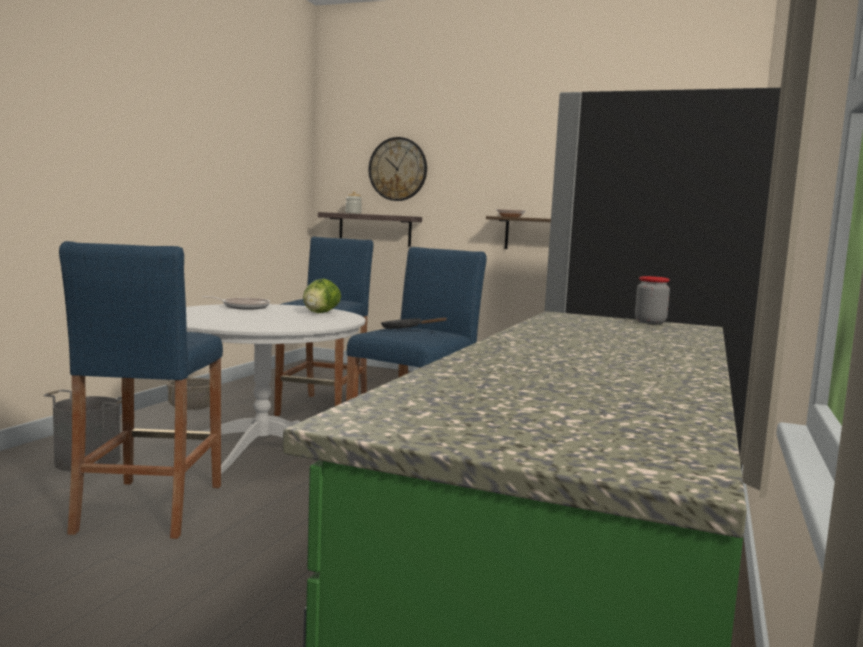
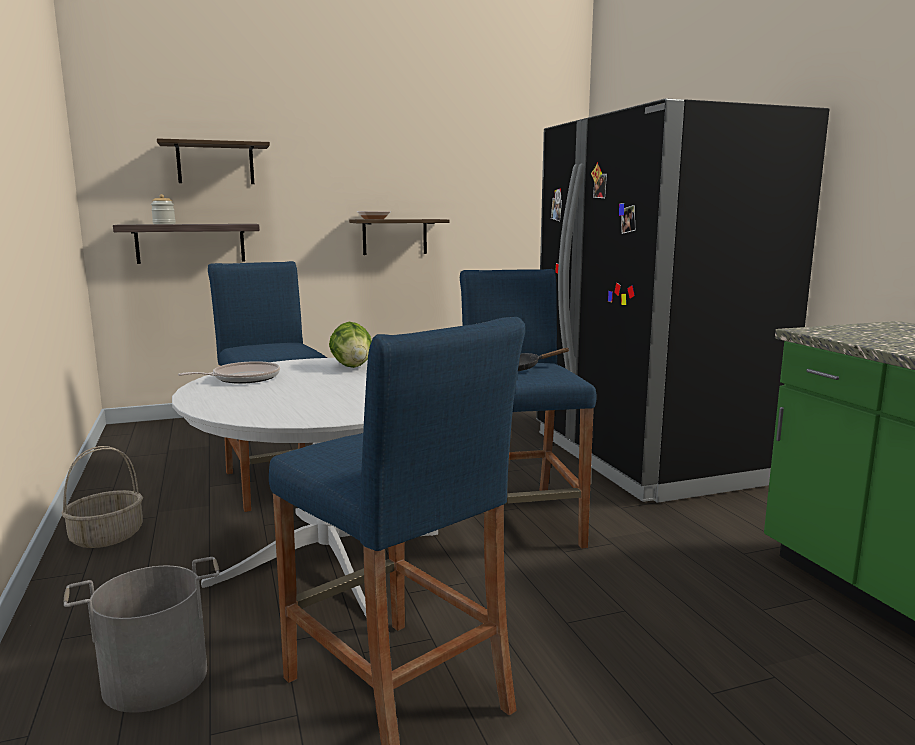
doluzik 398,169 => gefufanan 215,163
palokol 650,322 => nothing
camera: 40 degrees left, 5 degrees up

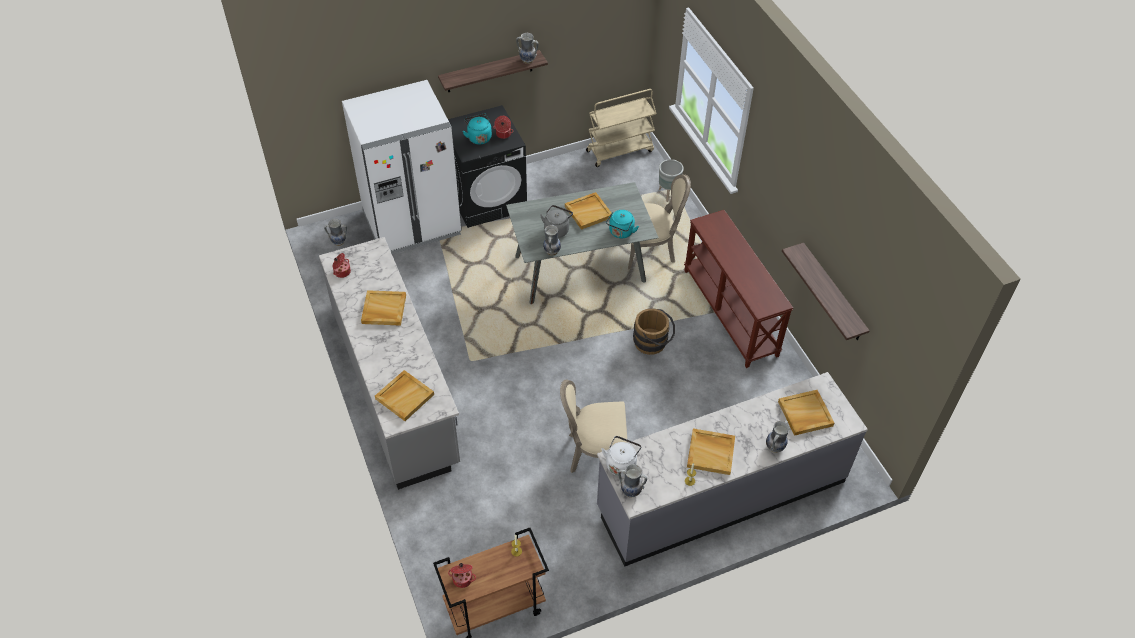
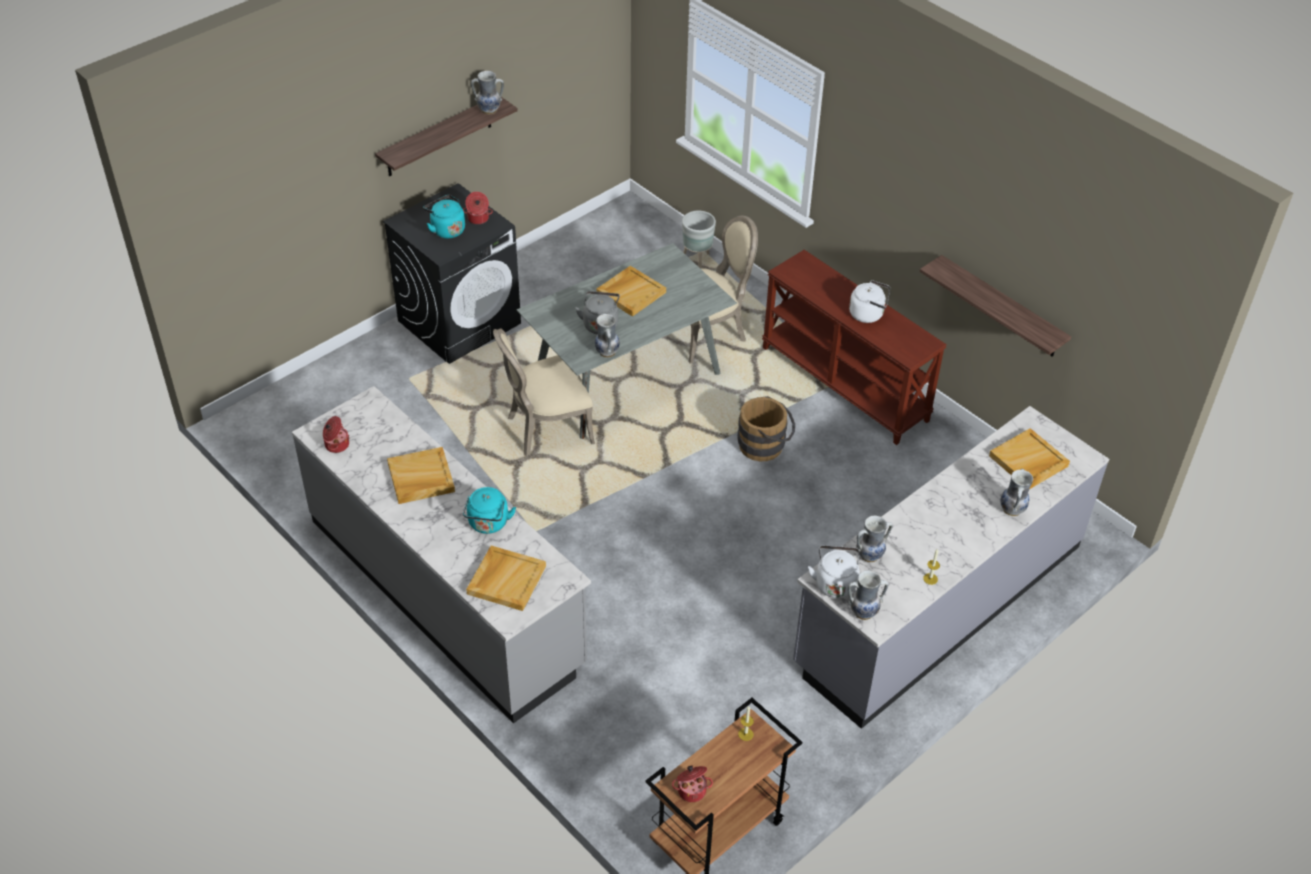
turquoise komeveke 621,233 => turquoise komeveke 488,524, shifted
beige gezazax 594,452 => beige gezazax 546,429, shifted
nothing => white komeveke 868,314
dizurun 339,242 => dizurun 869,556, shifted
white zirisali 412,223 => nothing
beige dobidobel 620,151 => nothing
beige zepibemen 711,452 => nothing
camera: 20 degrees left, 5 degrees down

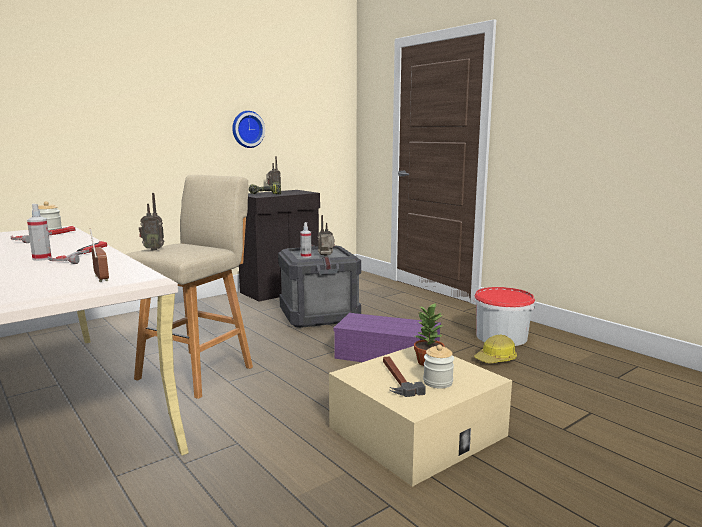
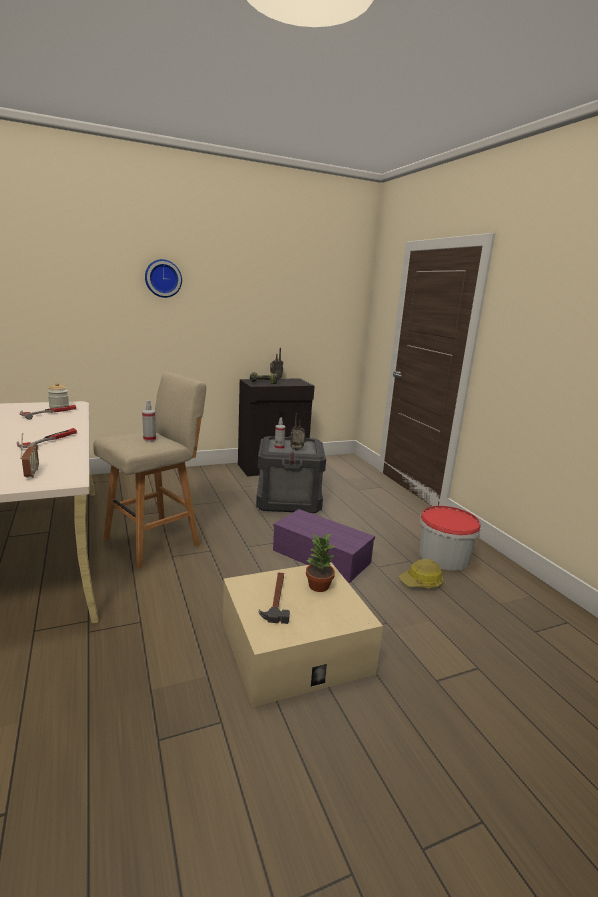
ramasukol 42,258 => ramasukol 149,439, shifted
doluzik 247,129 => doluzik 163,278, shifted
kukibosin 153,249 => nothing
palokol 438,382 => nothing
camera: 15 degrees right, 5 degrees up

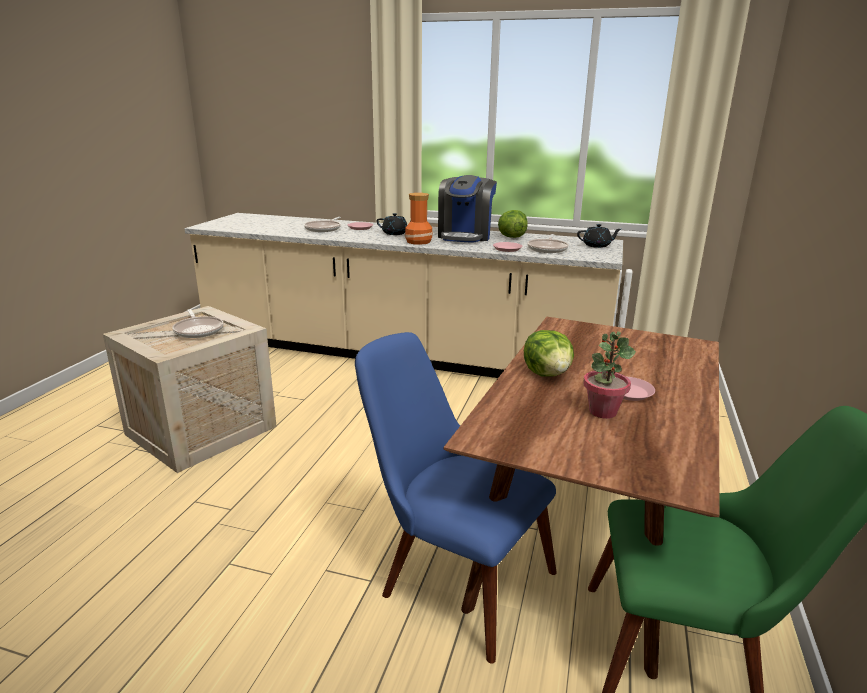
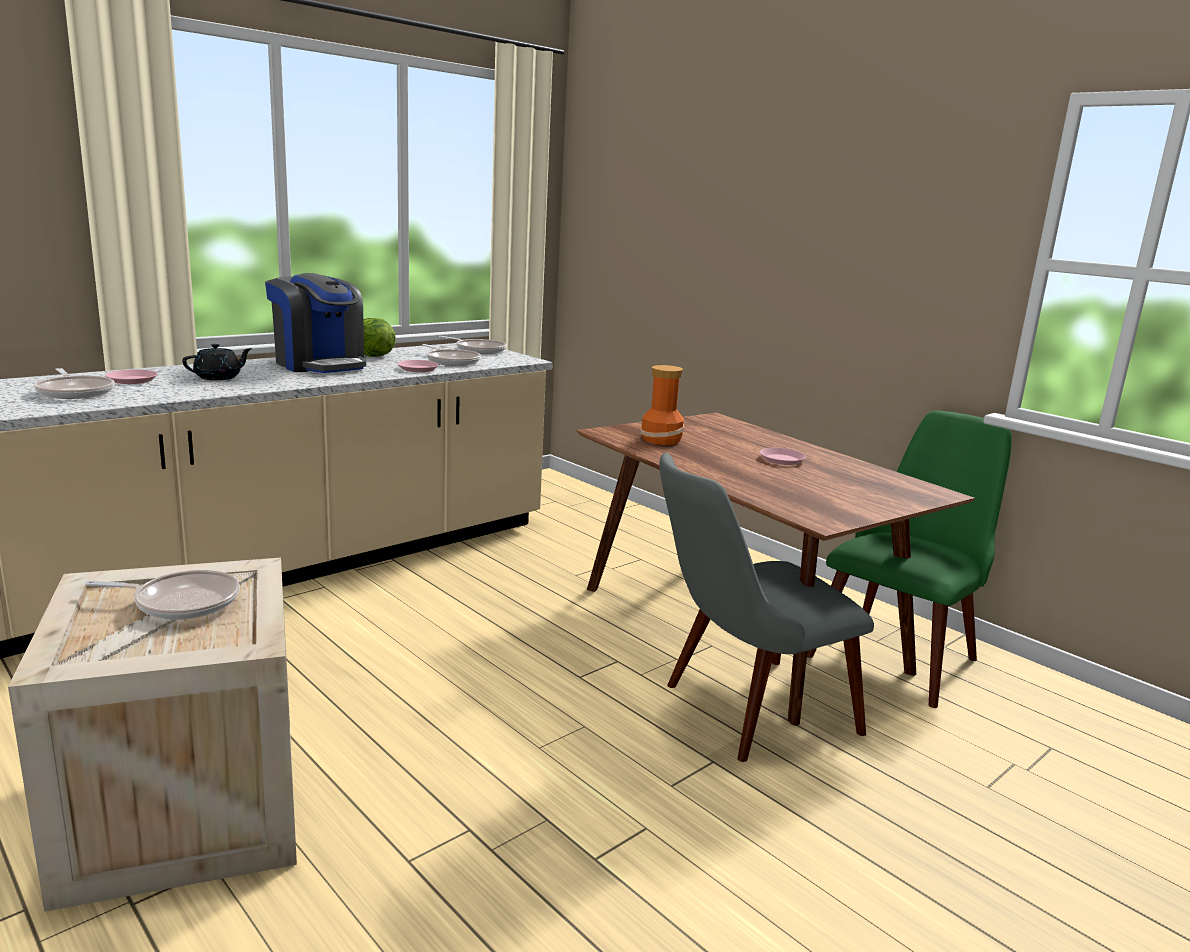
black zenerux 597,245 => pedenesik 478,350
dizurun 419,242 => dizurun 662,440, shifted
blue gezazax 450,575 => grey gezazax 740,712
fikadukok 547,374 => nothing
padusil 602,411 => nothing
camera: 60 degrees left, 5 degrees down

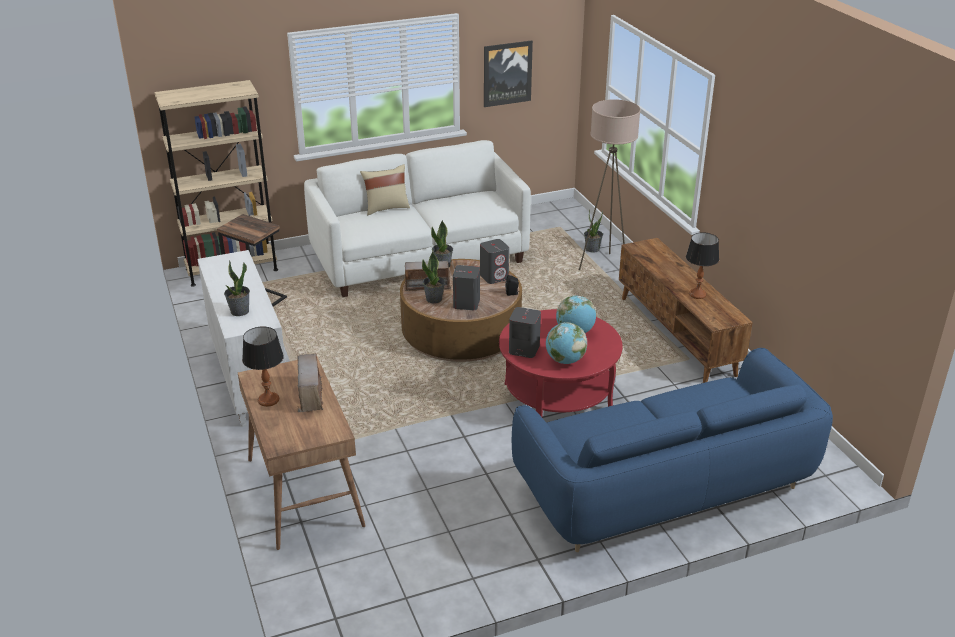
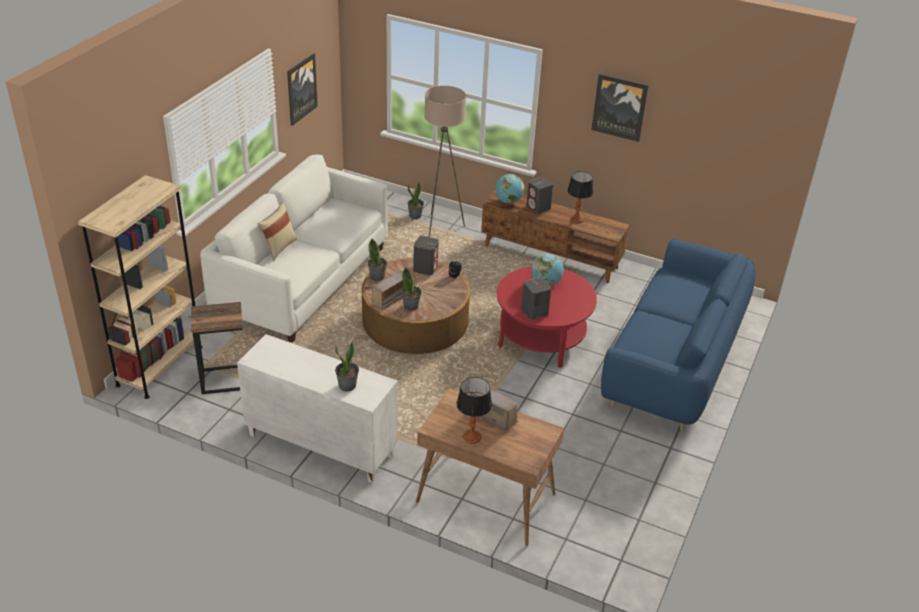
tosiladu 565,360 => tosiladu 508,201, shifted
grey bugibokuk 466,304 => grey bugibokuk 538,207, shifted
nothing => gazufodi 619,107
camera: 45 degrees left, 5 degrees up

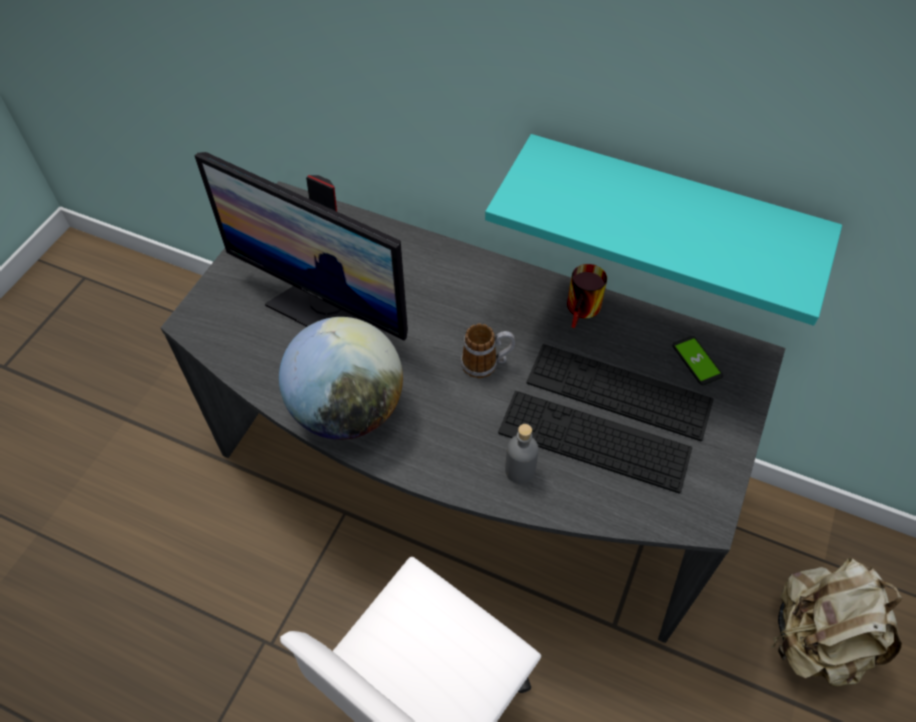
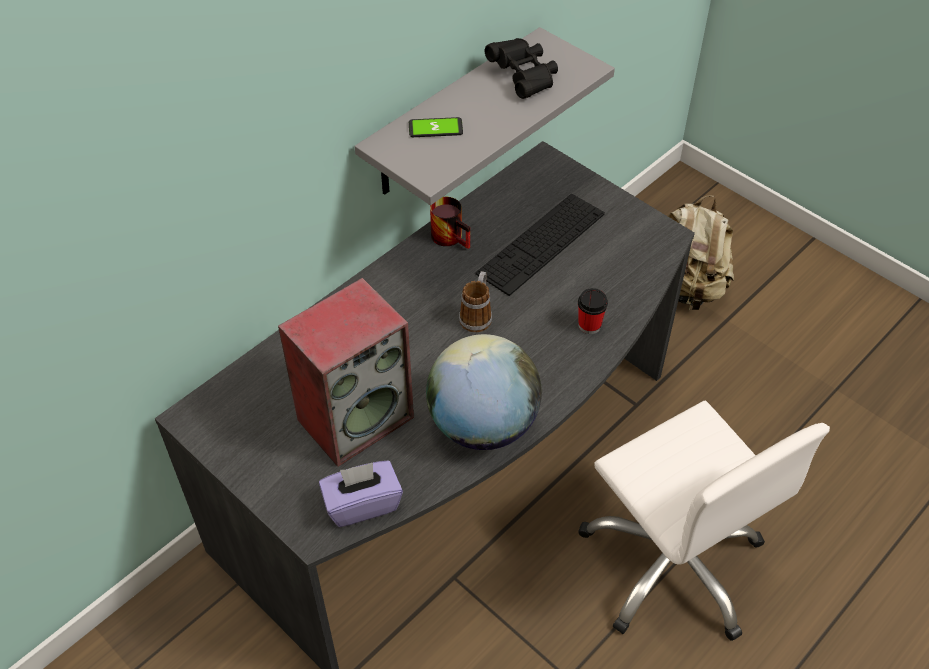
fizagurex 323,308 => bugibokuk 356,417
nothing => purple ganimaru 362,504
turquoise gefufanan 669,211 => grey gefufanan 452,115
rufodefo 697,361 => rufodefo 435,128, shifted
nothing => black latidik 524,77
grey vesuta 520,470 => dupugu 589,325
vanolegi 594,440 => nothing
camera: 70 degrees left, 5 degrees down

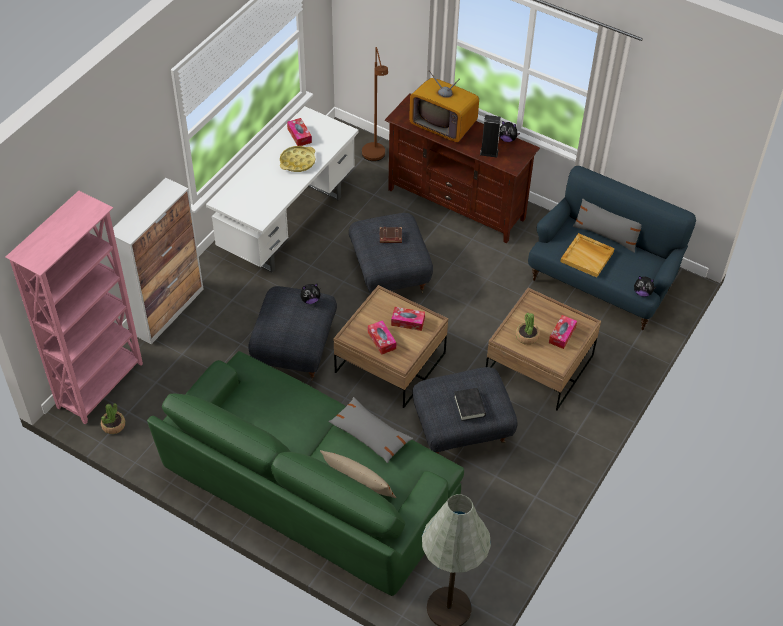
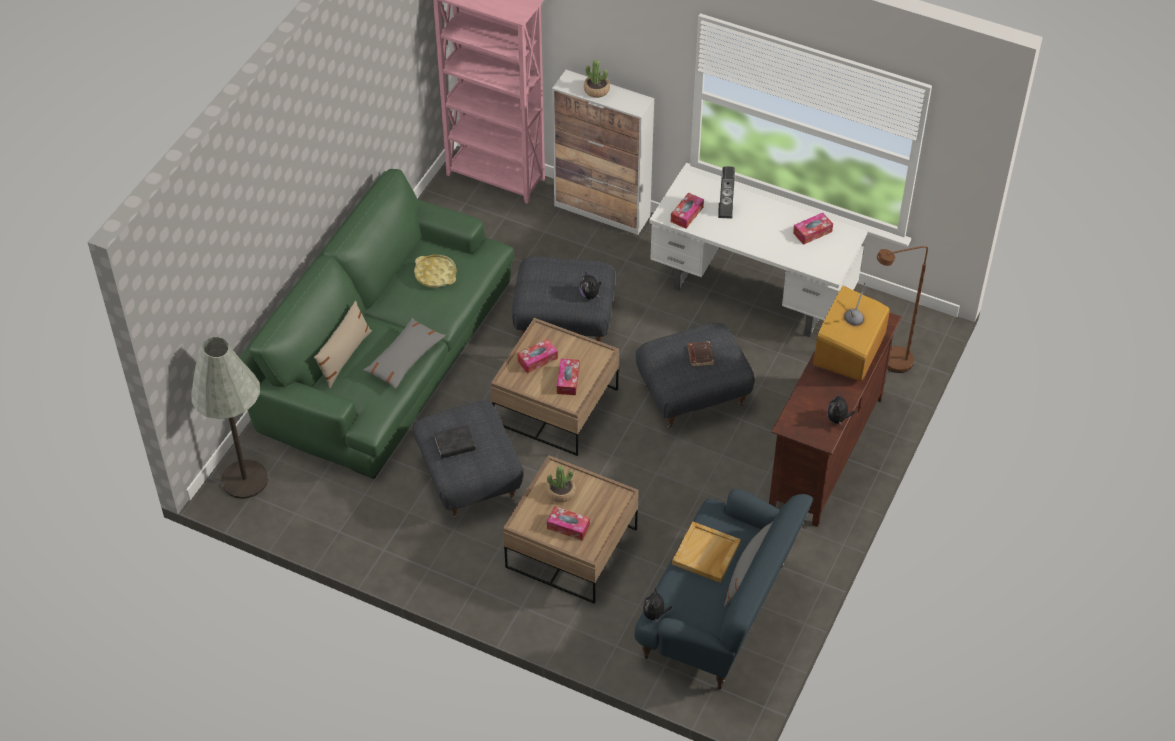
yellow zepibemen 297,162 => yellow zepibemen 435,274, shifted
padusil 113,425 => padusil 596,90, shifted
nothing => ganimaru 687,214
bugibokuk 489,152 => bugibokuk 725,210, shifted
camera: 85 degrees right, 0 degrees up

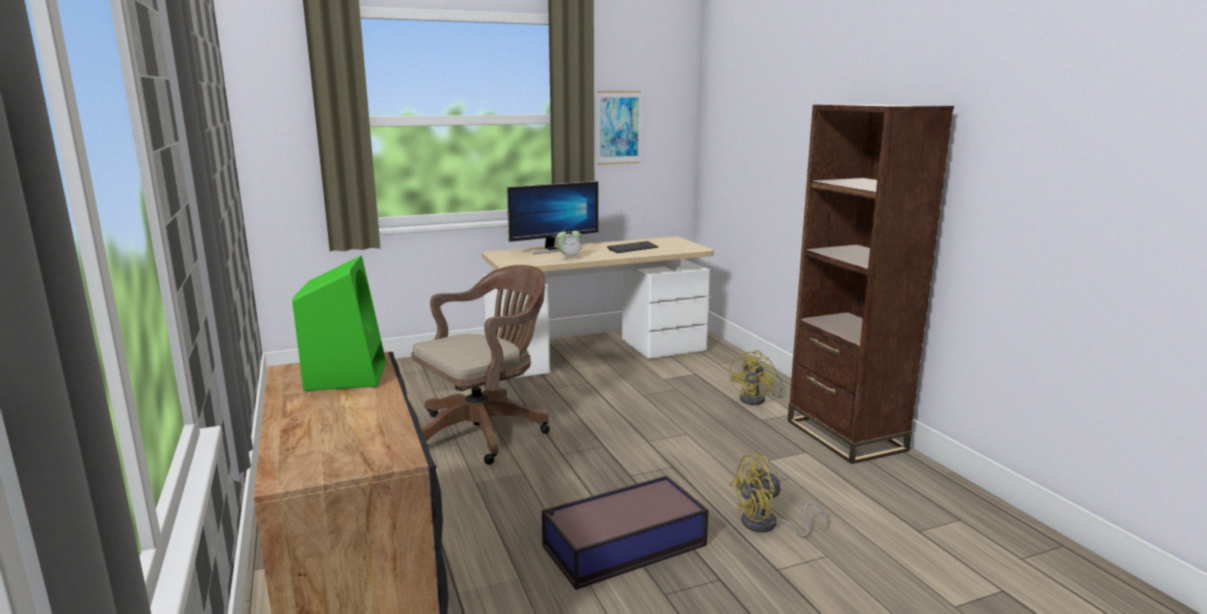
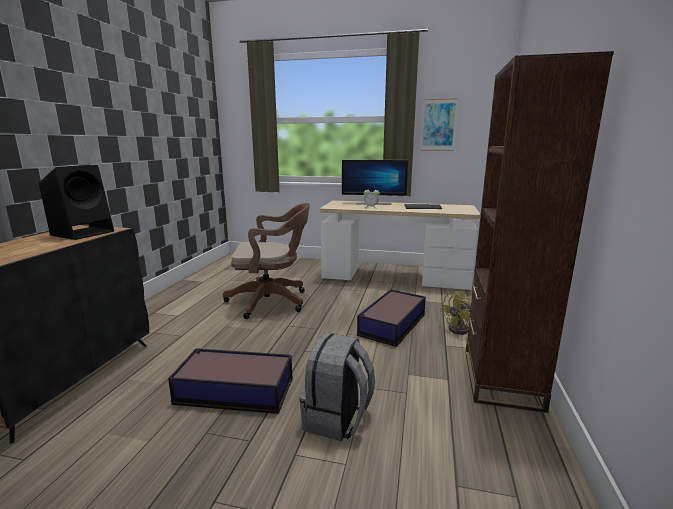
green bugibokuk 346,375 => black bugibokuk 84,233
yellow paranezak 767,525 => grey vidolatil 337,419
nothing => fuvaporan 391,325
camera: 35 degrees right, 0 degrees up

